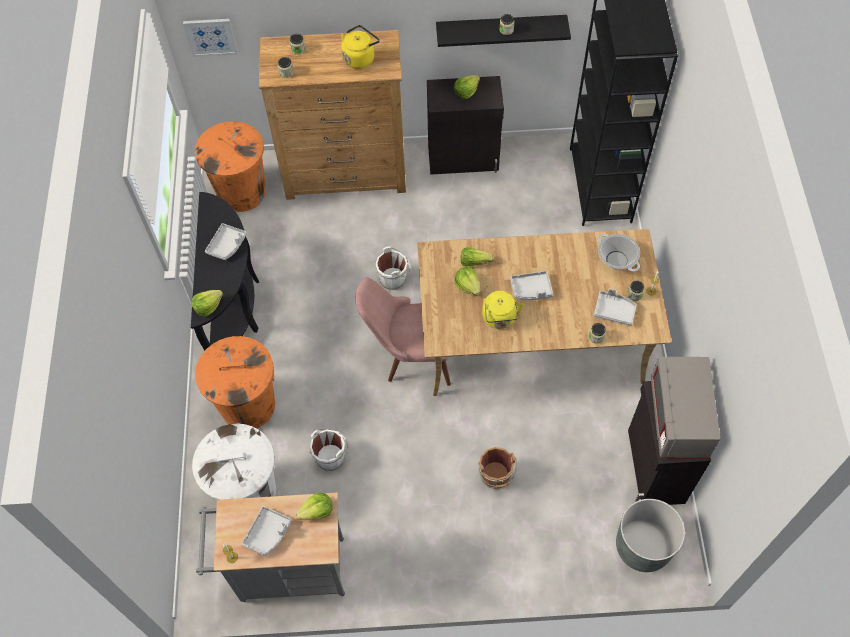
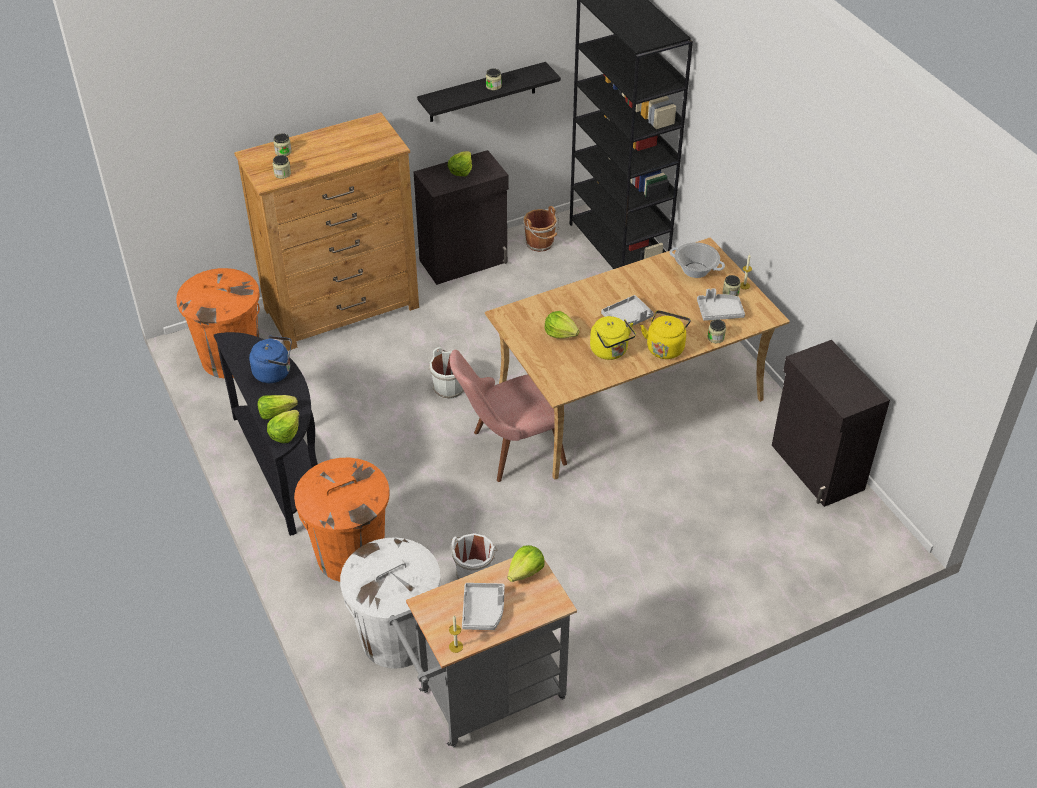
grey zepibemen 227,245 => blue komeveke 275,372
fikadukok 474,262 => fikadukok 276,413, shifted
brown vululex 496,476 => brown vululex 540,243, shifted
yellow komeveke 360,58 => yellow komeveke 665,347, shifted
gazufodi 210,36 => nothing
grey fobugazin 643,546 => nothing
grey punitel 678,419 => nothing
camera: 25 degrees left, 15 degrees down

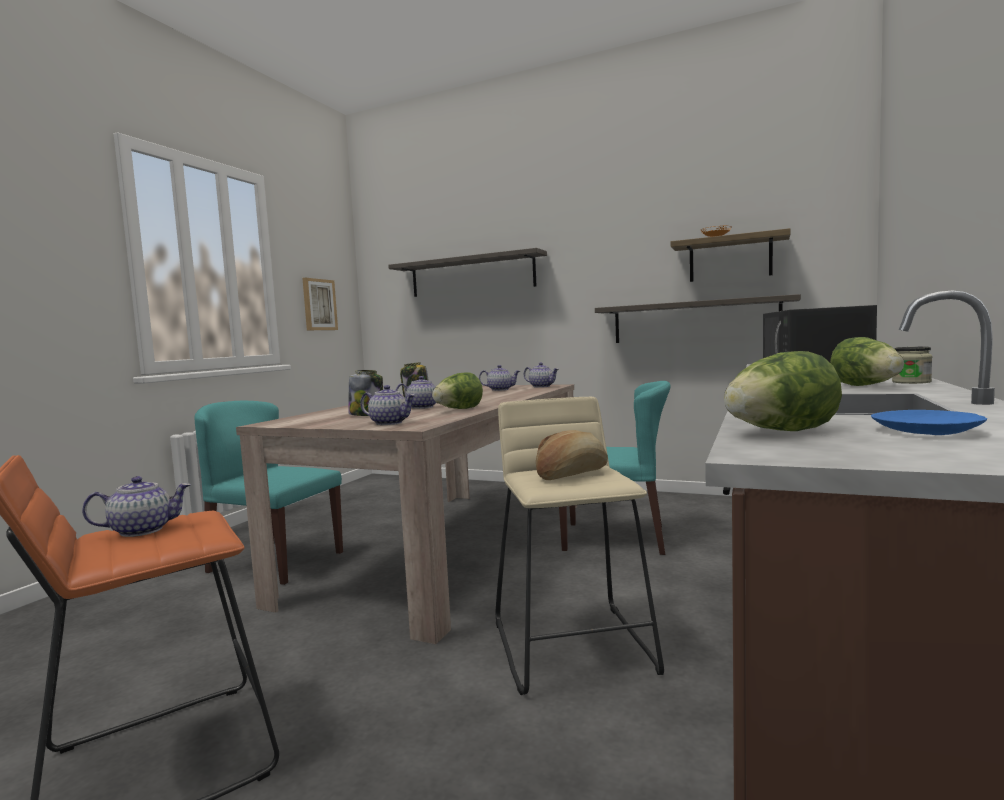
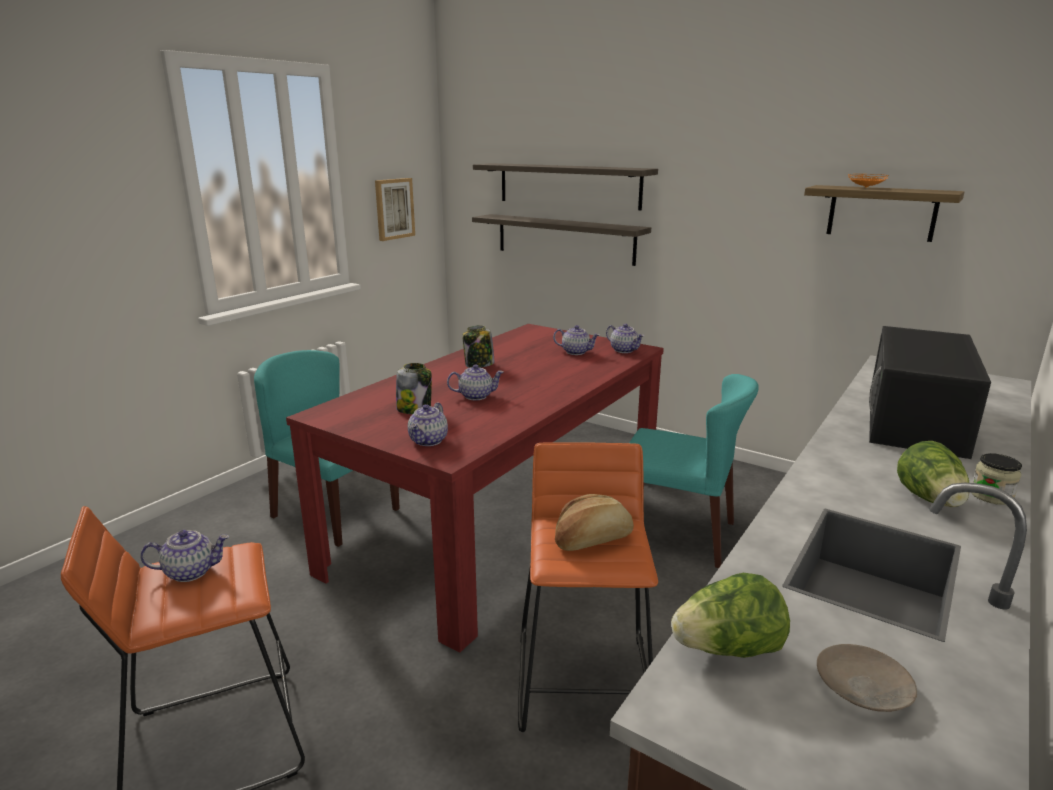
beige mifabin 448,547 => red mifabin 502,519
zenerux 390,423 => zenerux 429,441, 75 degrees clockwise
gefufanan 694,321 => gefufanan 564,239, shifted
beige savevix 574,646 => orange savevix 585,680
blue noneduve 927,431 => beige noneduve 863,687
fikadukok 458,409 => nothing
camera: 10 degrees right, 15 degrees up

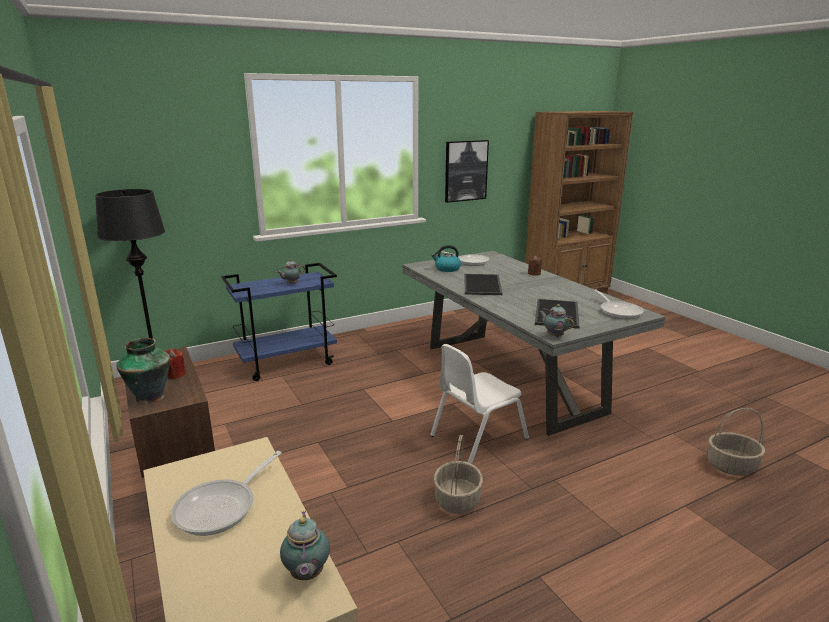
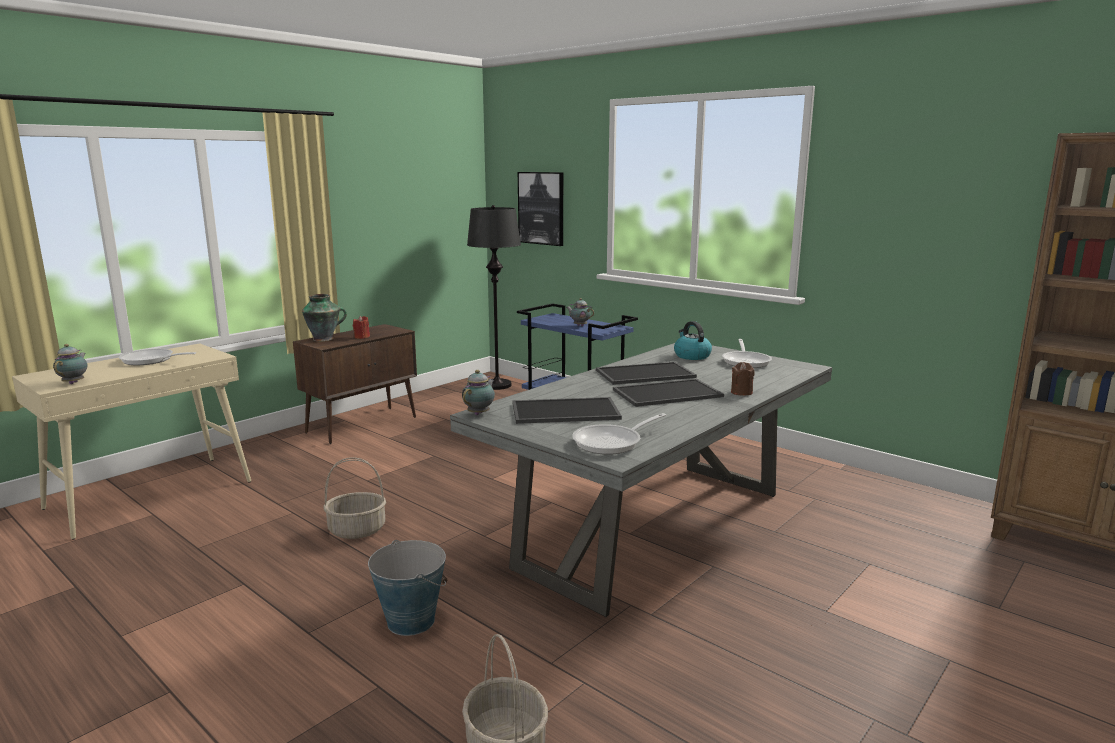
zenerux 306,575 => zenerux 74,382, 120 degrees clockwise
nothing => vululex 411,621
gazufodi 465,171 => gazufodi 541,208, shifted
nothing => zepibemen 667,393
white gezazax 477,437 => nothing
camera: 70 degrees right, 5 degrees down

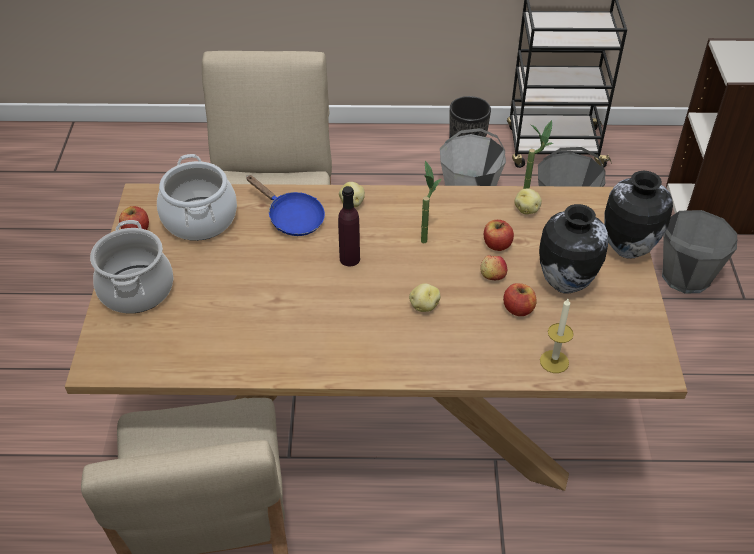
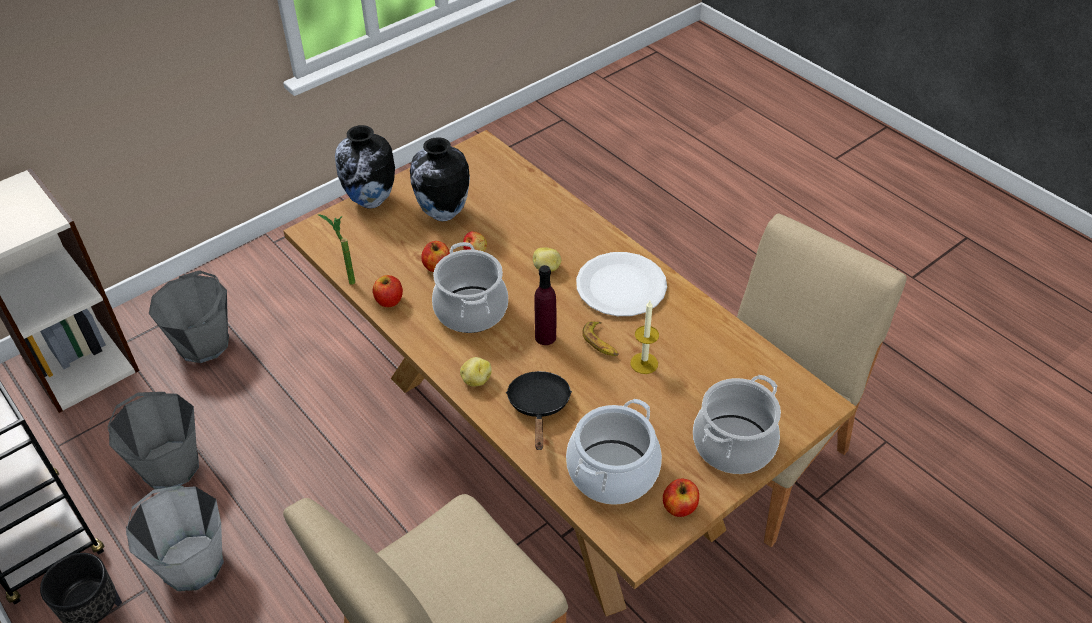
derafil 518,309 => derafil 389,300, shifted
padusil 425,236 => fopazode 470,310
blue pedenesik 292,218 => black pedenesik 539,407
nothing => white noneduve 621,286
nothing => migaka 601,343
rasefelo 554,361 => rasefelo 644,363, shifted
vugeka 527,209 => nothing
camera: 130 degrees left, 0 degrees up

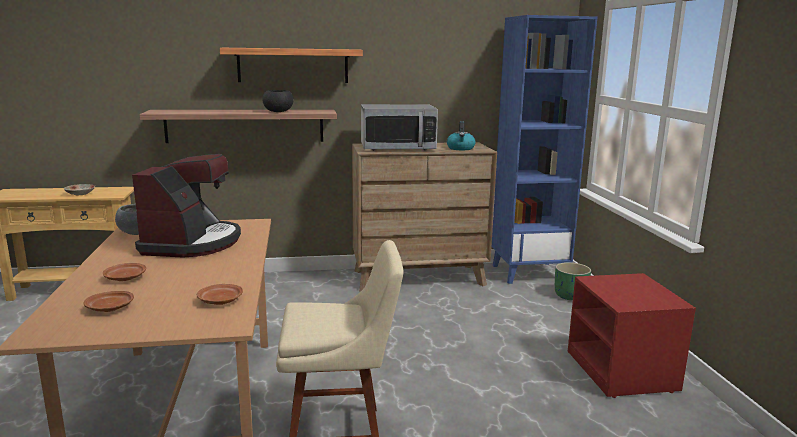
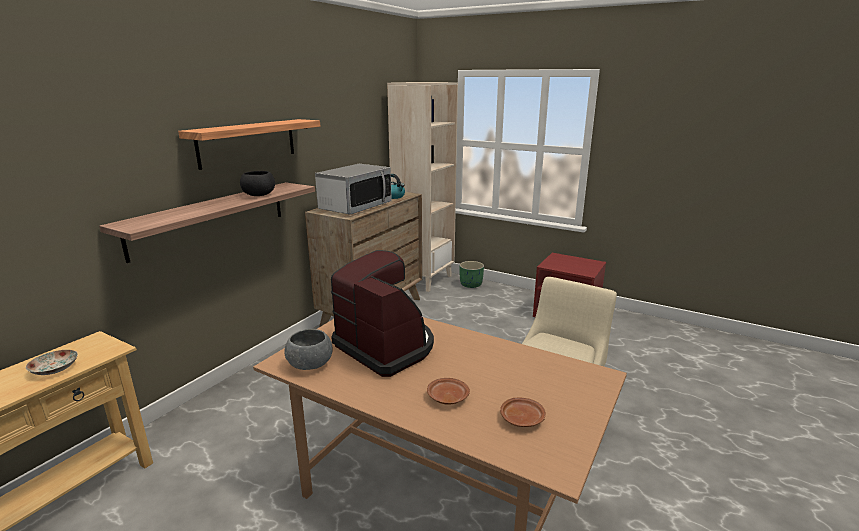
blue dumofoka 529,272 => beige dumofoka 424,279
brown noneduve 220,301 => nothing
camera: 50 degrees left, 5 degrees up

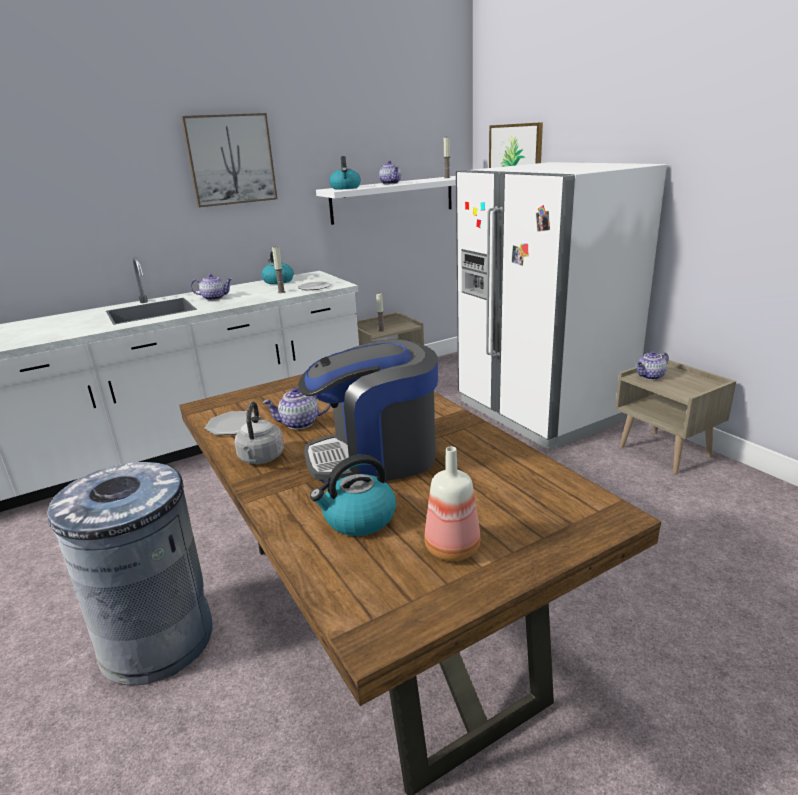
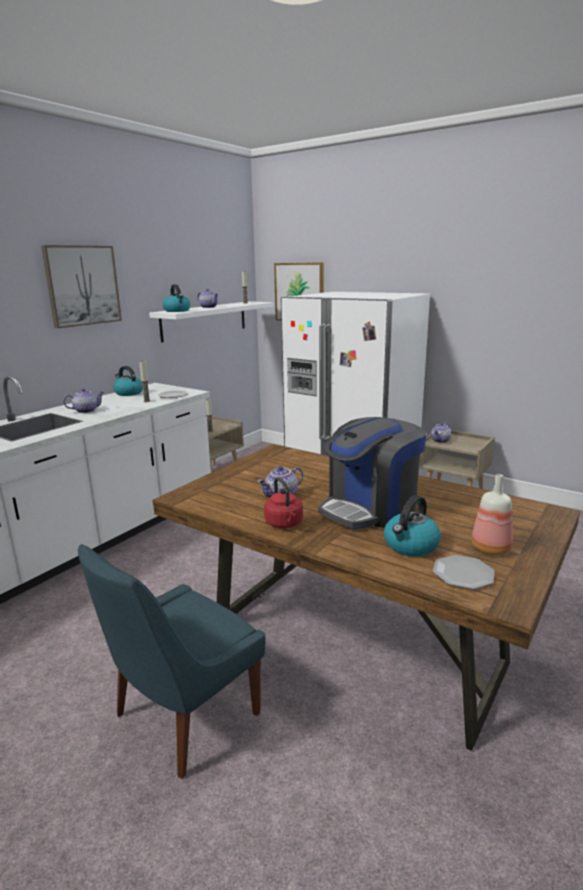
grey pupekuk 158,640 => blue gezazax 182,717
grey komeveke 261,458 => red komeveke 285,524
noneduve 233,425 => noneduve 463,574, shifted
camera: 25 degrees left, 5 degrees down

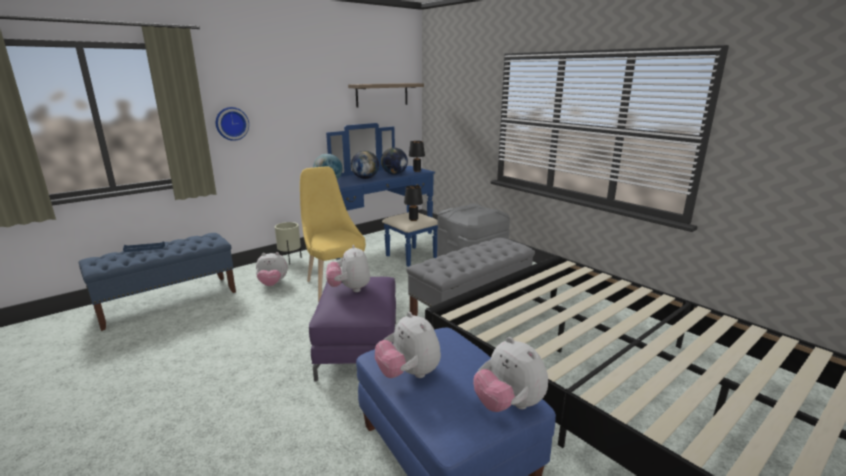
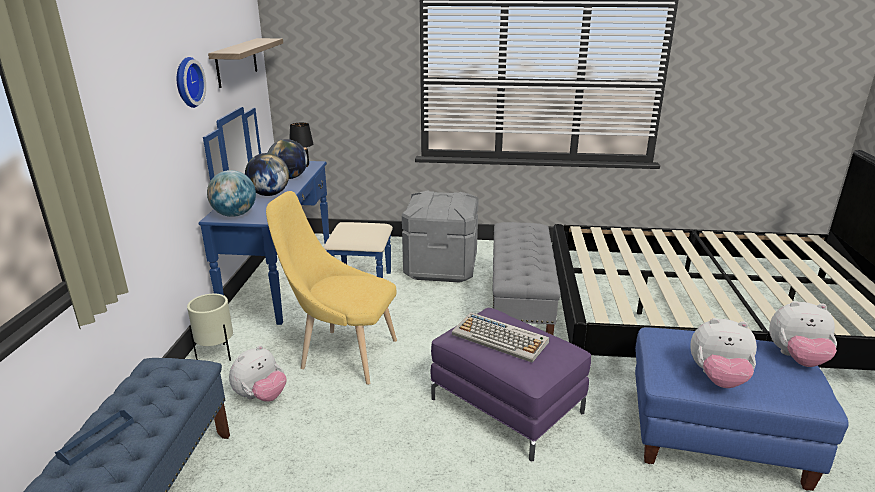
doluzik 231,123 => doluzik 187,82, shifted
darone 350,289 => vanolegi 501,338
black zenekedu 413,219 => nothing
camera: 45 degrees left, 5 degrees up

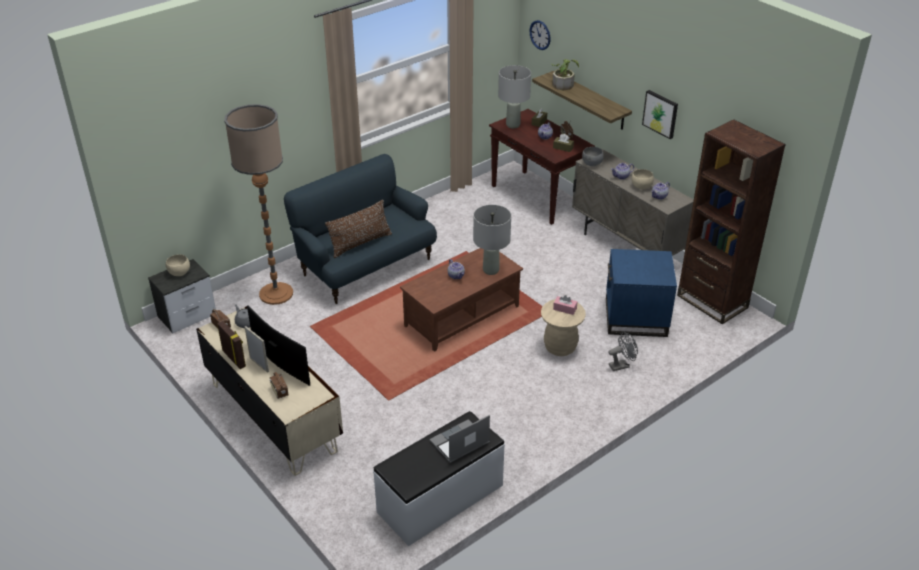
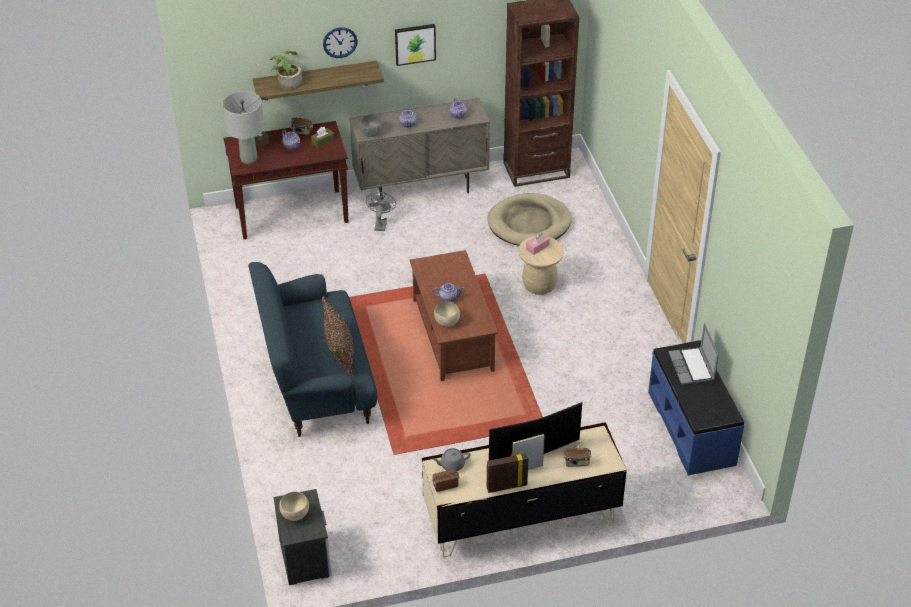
doluzik 540,35 => doluzik 340,42, shifted
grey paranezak 621,365 => grey paranezak 381,223, shifted
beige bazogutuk 641,187 => beige bazogutuk 446,322, shifted
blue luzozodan 636,318 => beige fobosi 529,223
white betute 441,499 => blue betute 692,428
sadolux 276,293 => nothing
grey zenekedu 491,270 => nothing
camera: 65 degrees left, 5 degrees up

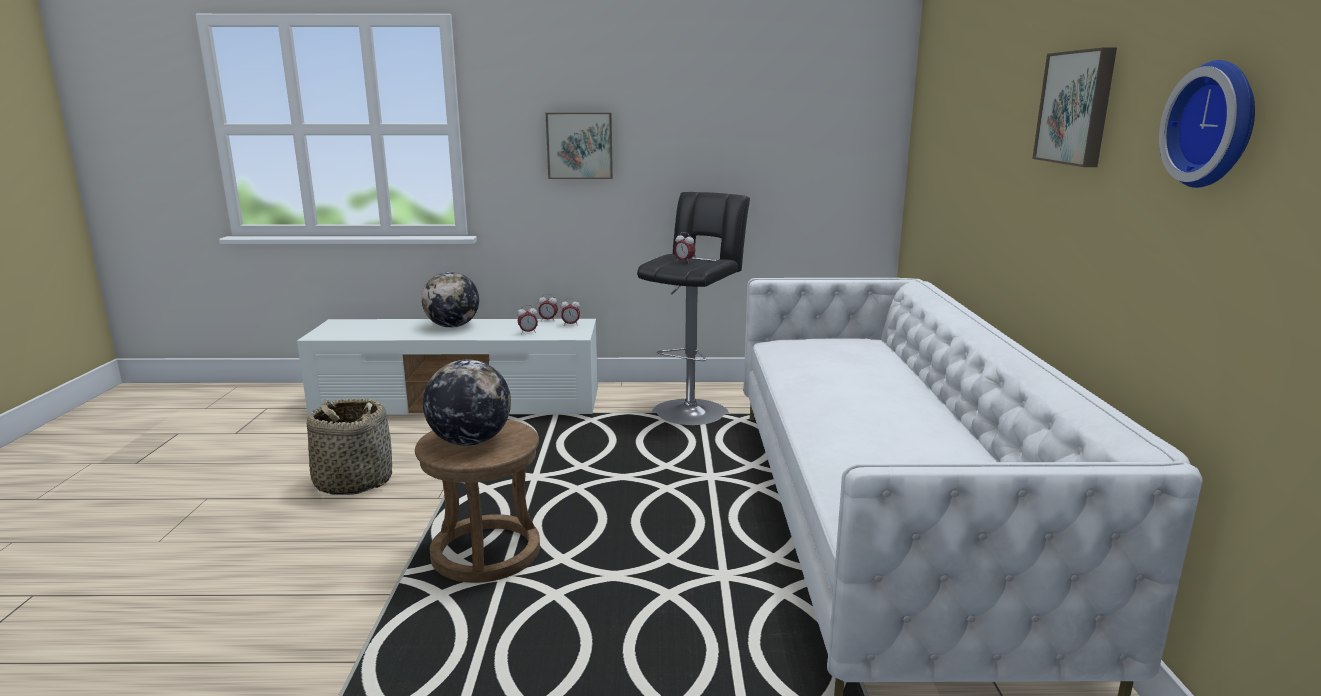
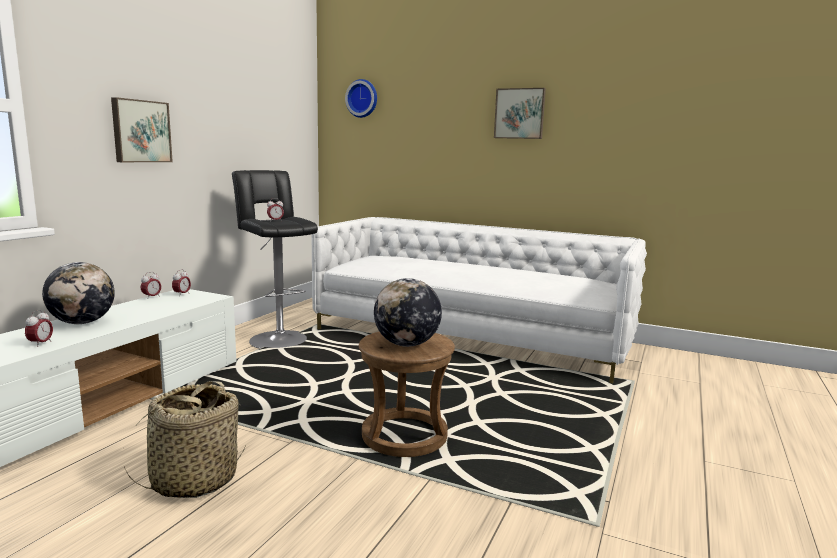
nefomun 528,333 => nefomun 40,344, shifted
doluzik 1216,125 => doluzik 362,98, shifted
camera: 65 degrees left, 5 degrees down

